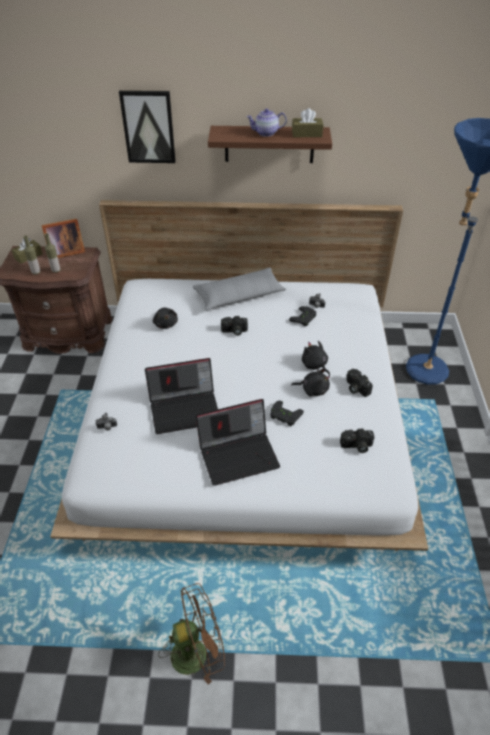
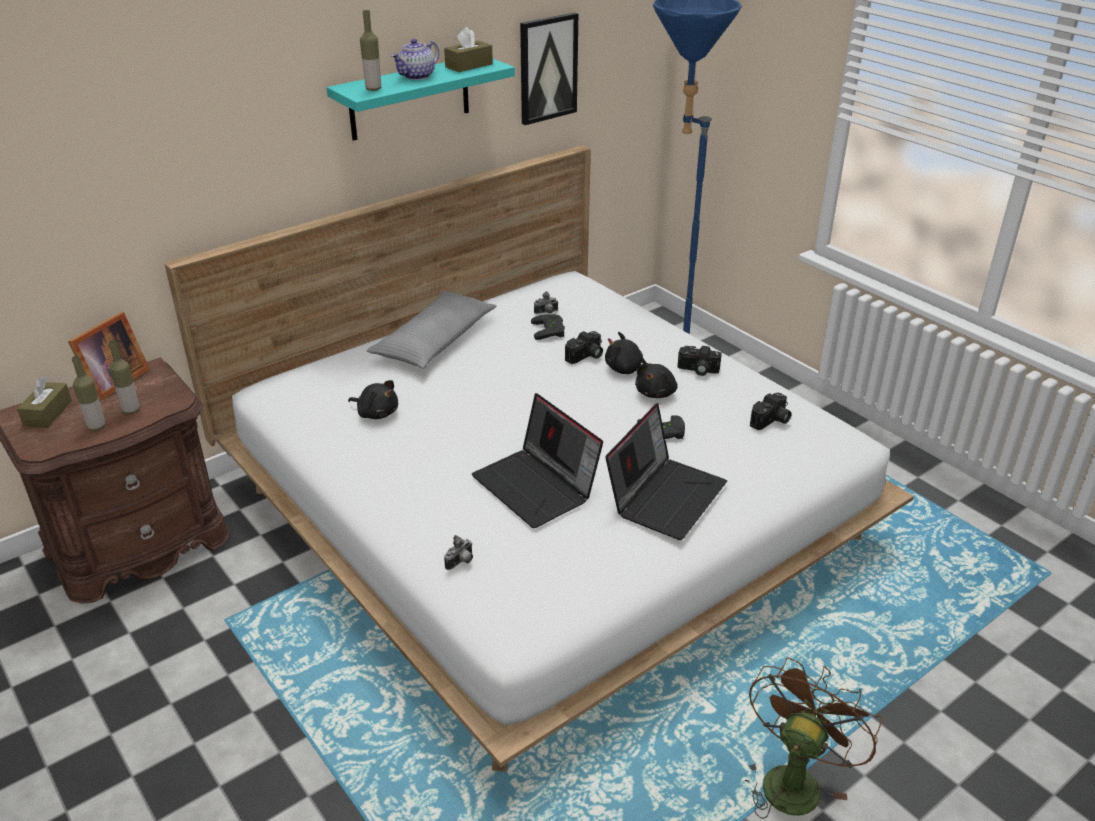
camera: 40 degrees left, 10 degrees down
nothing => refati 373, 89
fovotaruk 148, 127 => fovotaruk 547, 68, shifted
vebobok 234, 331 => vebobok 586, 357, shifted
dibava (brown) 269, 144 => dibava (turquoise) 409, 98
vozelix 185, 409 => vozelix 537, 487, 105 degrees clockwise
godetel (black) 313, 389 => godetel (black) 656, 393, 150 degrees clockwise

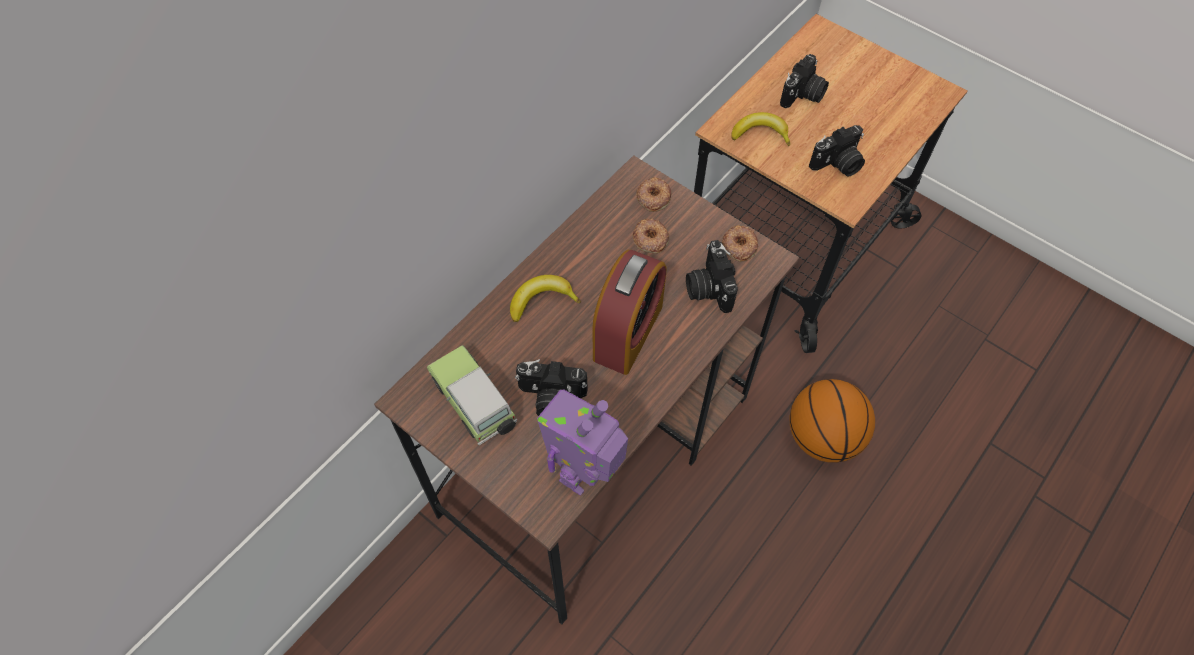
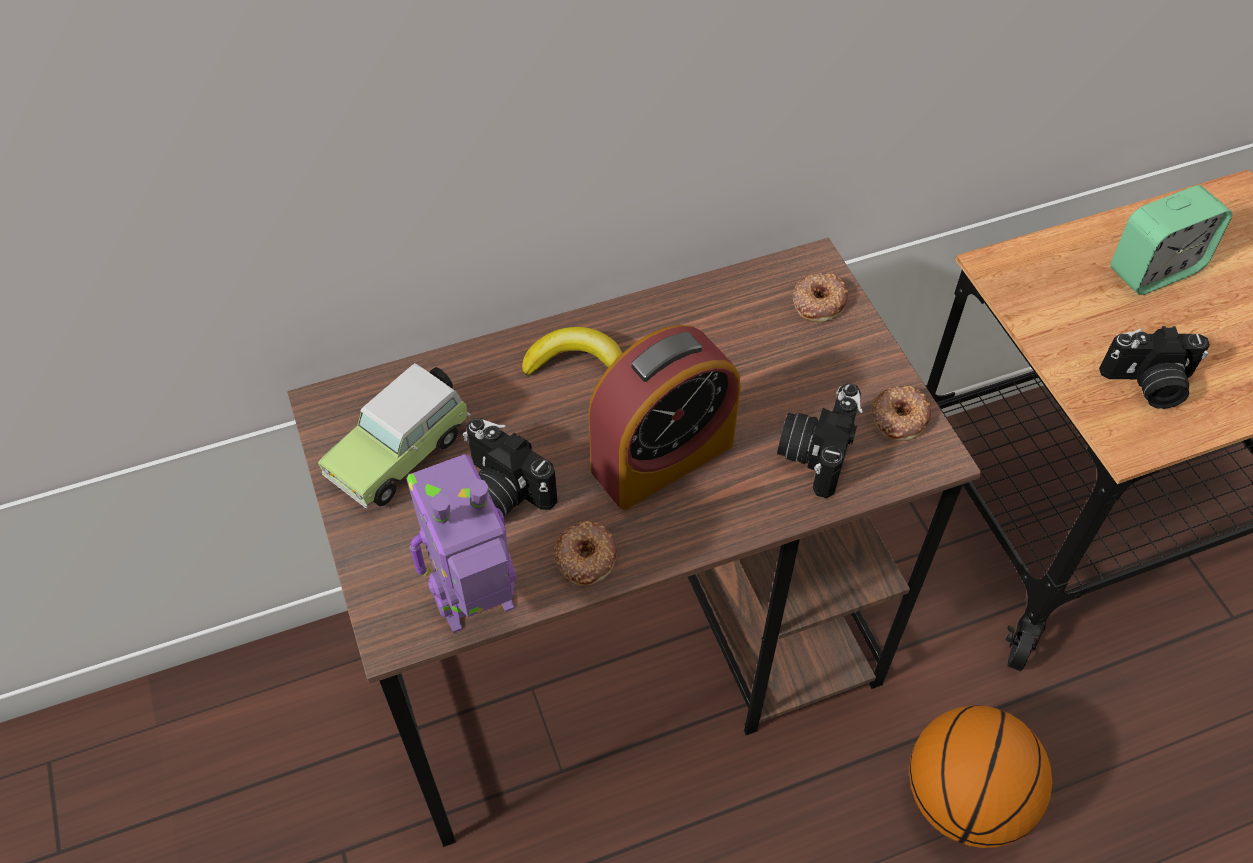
camera: 30 degrees right, 5 degrees down
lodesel 760, 133 => nothing
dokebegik 650, 239 => dokebegik 585, 557, shifted
vebobok 803, 95 => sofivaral 1154, 270
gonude 475, 405 => gonude 403, 451, 135 degrees counterclockwise

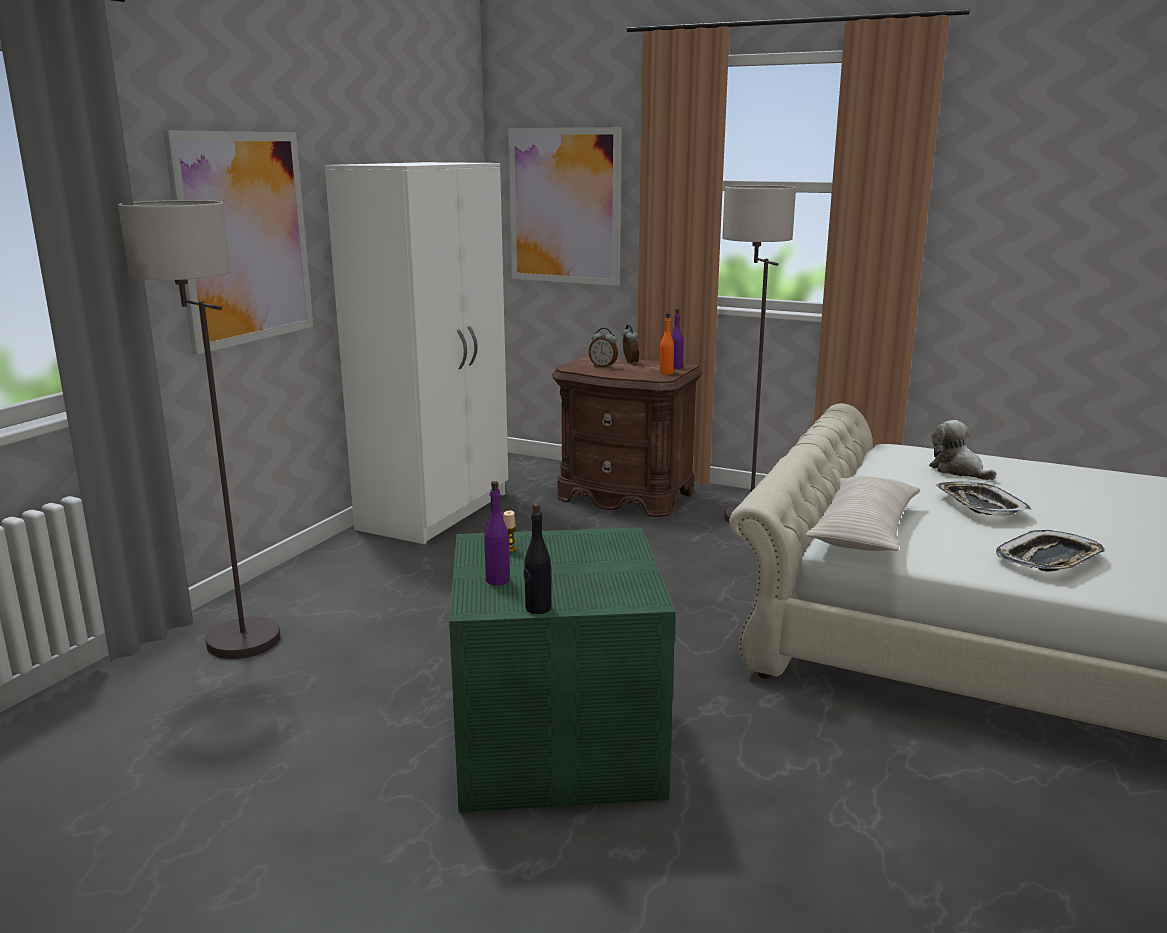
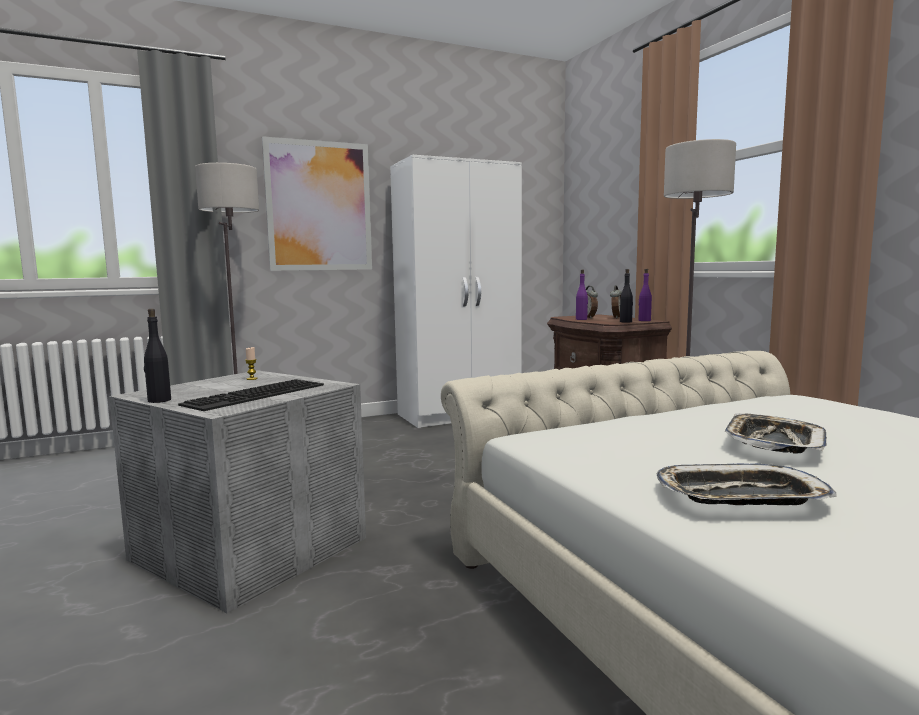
camera: 40 degrees right, 10 degrees down
fovotaruk 565, 206 => nothing
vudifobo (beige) 864, 530 => nothing
godetel 958, 470 => nothing
nothing => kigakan 256, 395
refati (purple) 498, 580 => refati (purple) 581, 319, shifted
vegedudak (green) 561, 745 => vegedudak (grey) 249, 550
refati (orange) 666, 372 => refati (black) 626, 321

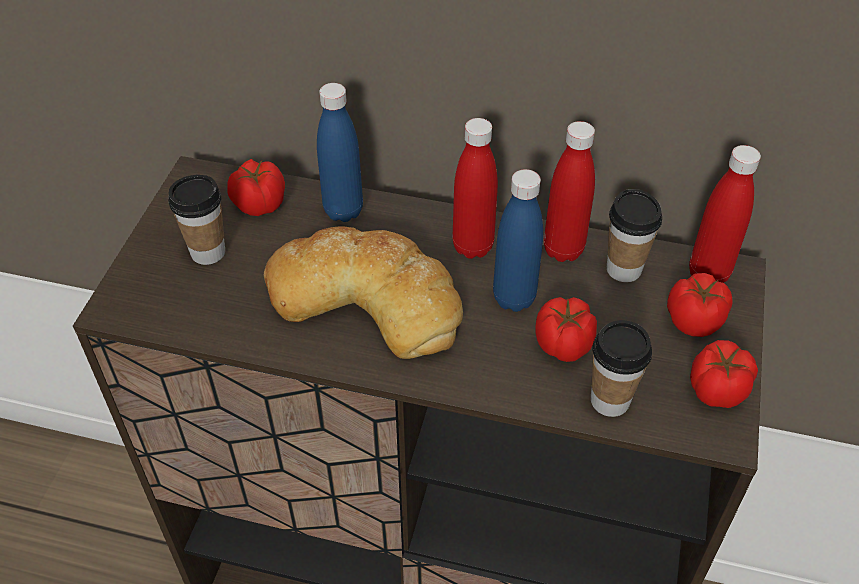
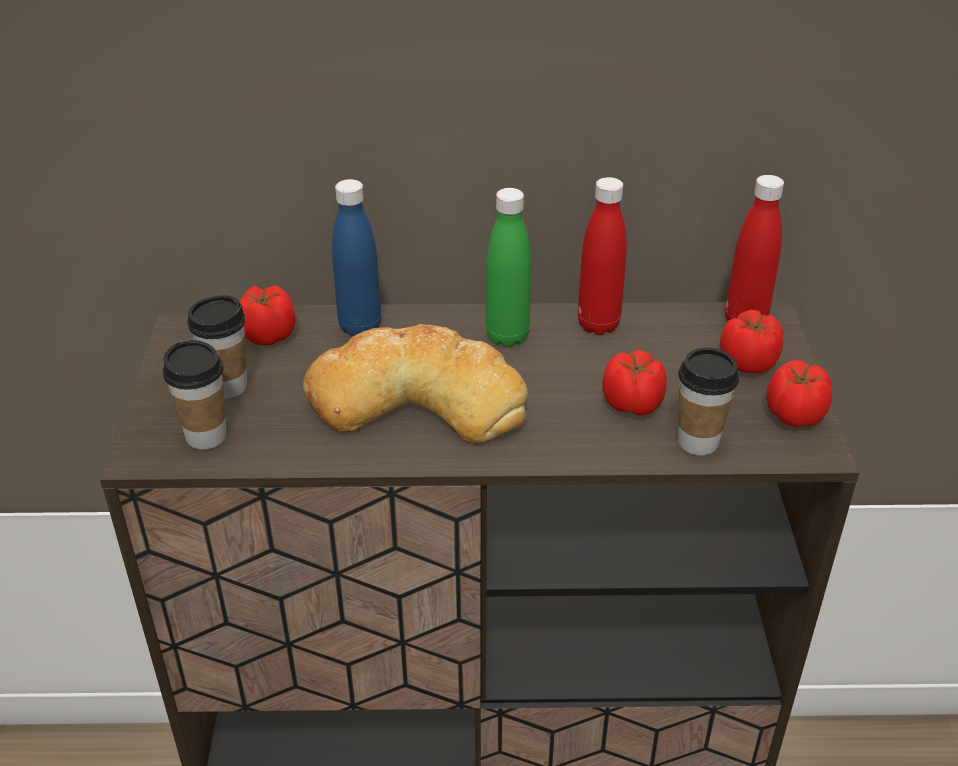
camera: 15 degrees left, 10 degrees down
refati (blue) 514, 298 => nothing
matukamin 623, 269 => matukamin 206, 436, shifted
refati (red) 473, 246 => refati (green) 507, 336

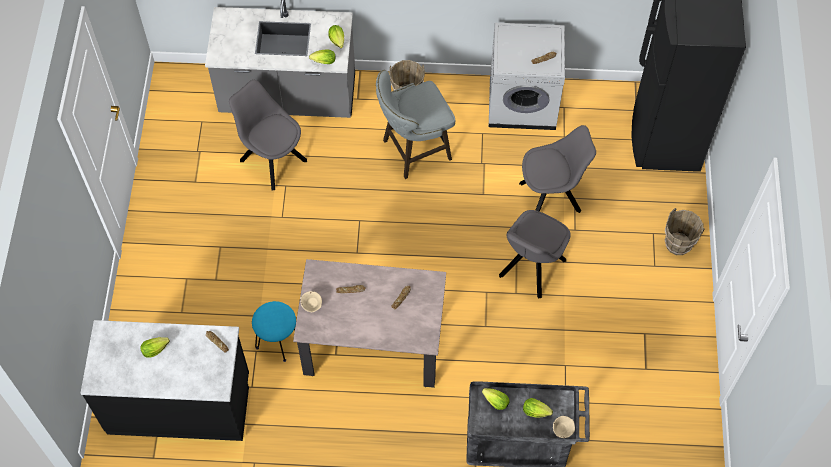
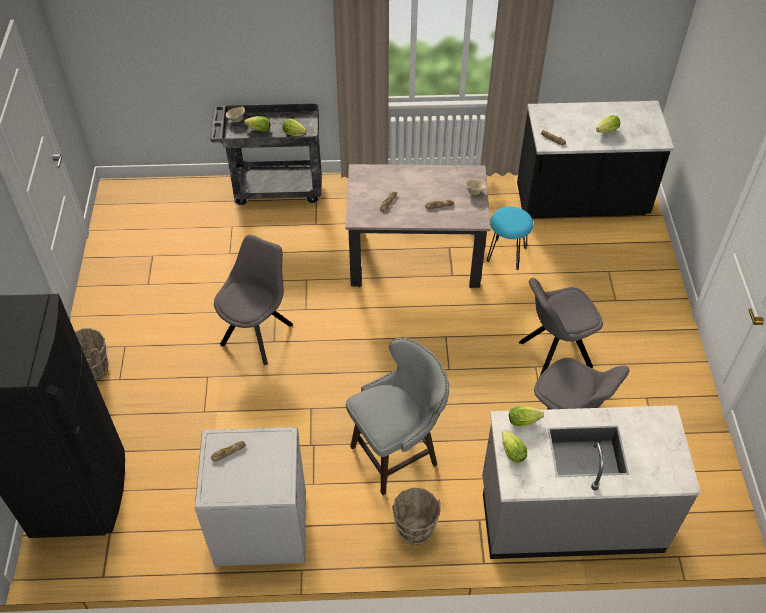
camera: 175 degrees right, 10 degrees down
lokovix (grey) 550, 197 => lokovix (grey) 554, 354, shifted

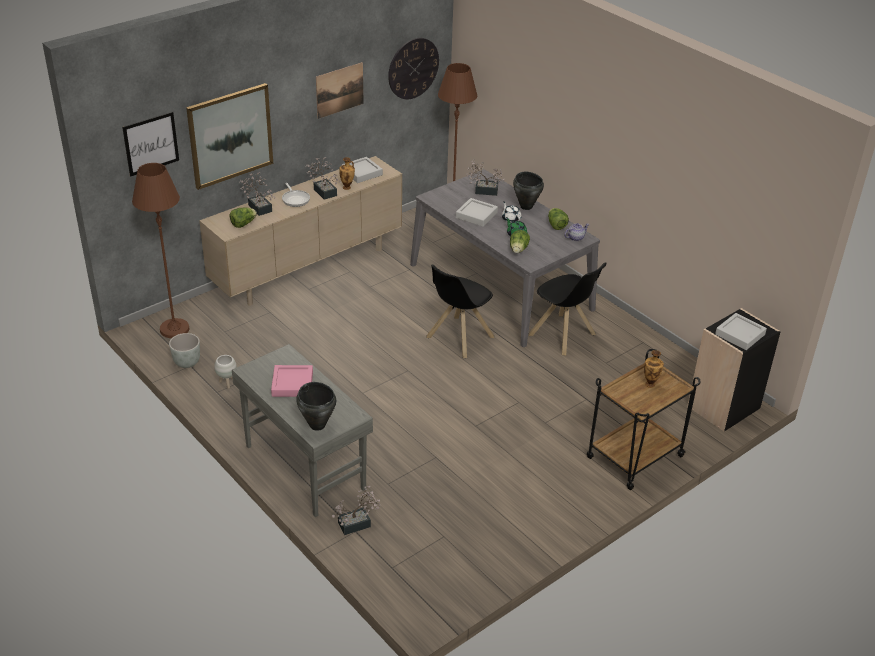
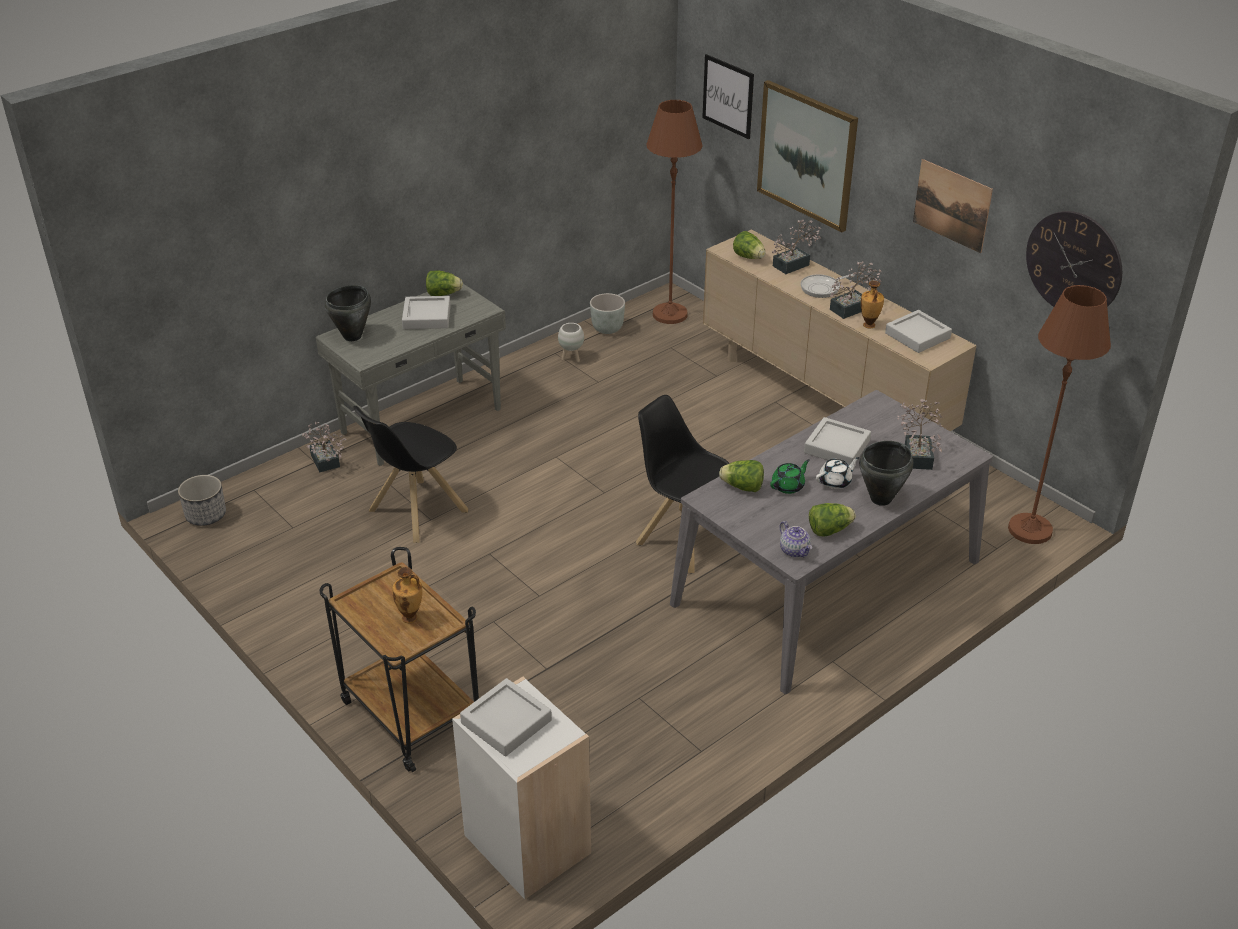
camera: 90 degrees right, 0 degrees up
nothing => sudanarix 205, 515
nothing => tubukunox 443, 294
lokovix (black) 563, 335 => lokovix (black) 416, 512, shifted
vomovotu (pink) 292, 384 => vomovotu (grey) 426, 317
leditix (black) 723, 408 => leditix (white) 525, 844

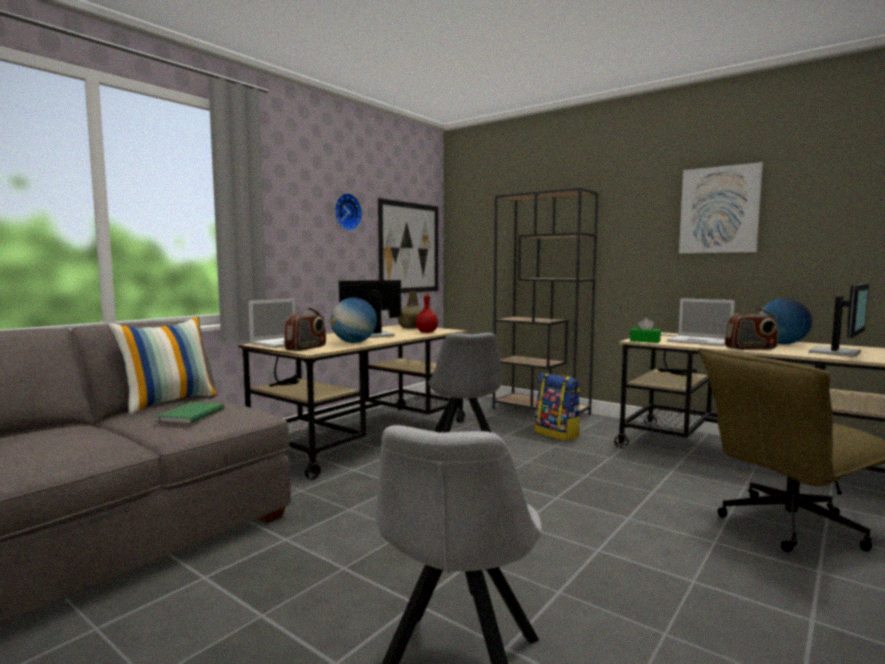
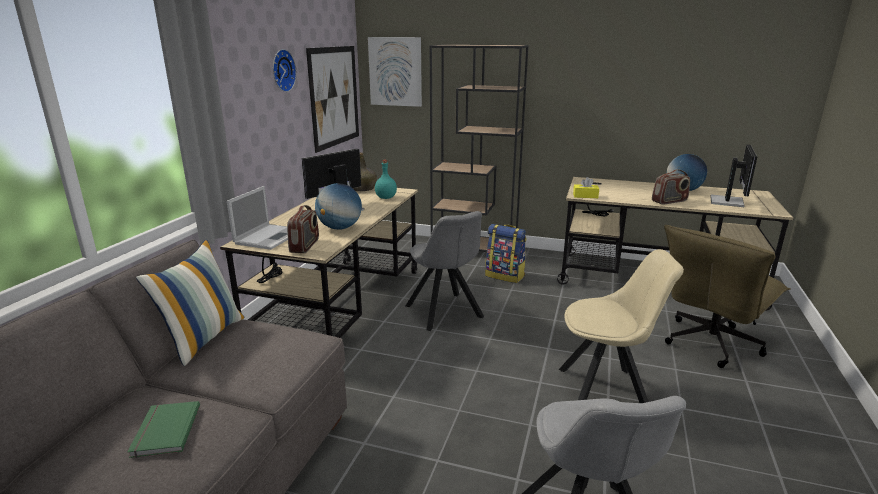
camera: 20 degrees left, 15 degrees up
vozelix 701, 341 => nothing
nothing => lokovix (beige) 606, 391
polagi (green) 188, 415 => polagi (green) 164, 431, shifted
fovotaruk 719, 210 => fovotaruk 395, 71, shifted
refati (red) 426, 332 => refati (turquoise) 385, 198
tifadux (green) 645, 341 => tifadux (yellow) 585, 196

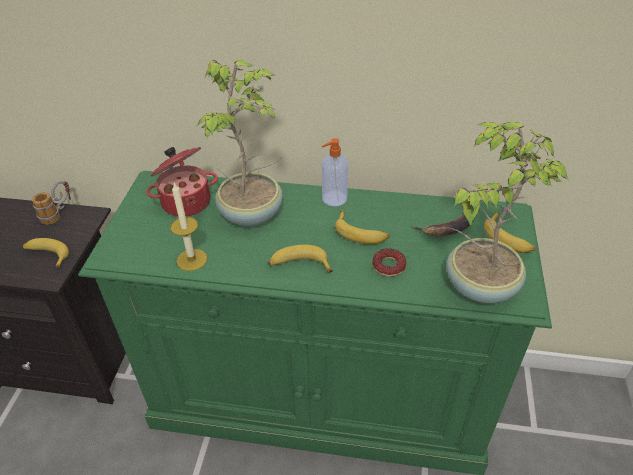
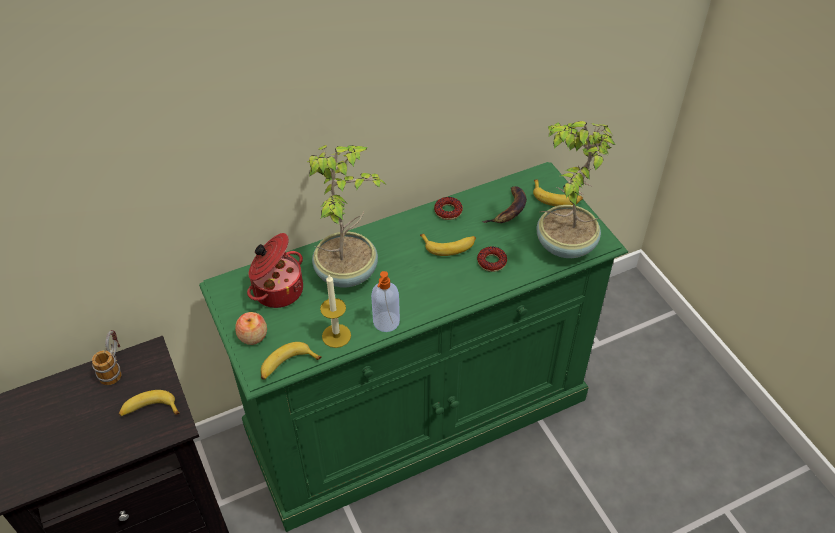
camera: 35 degrees left, 5 degrees up
nothing => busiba 253, 336
nothing => dokebegik 448, 211
lodesel 299, 264 => lodesel 287, 365, shifted
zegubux 333, 199 => zegubux 386, 322, shifted

